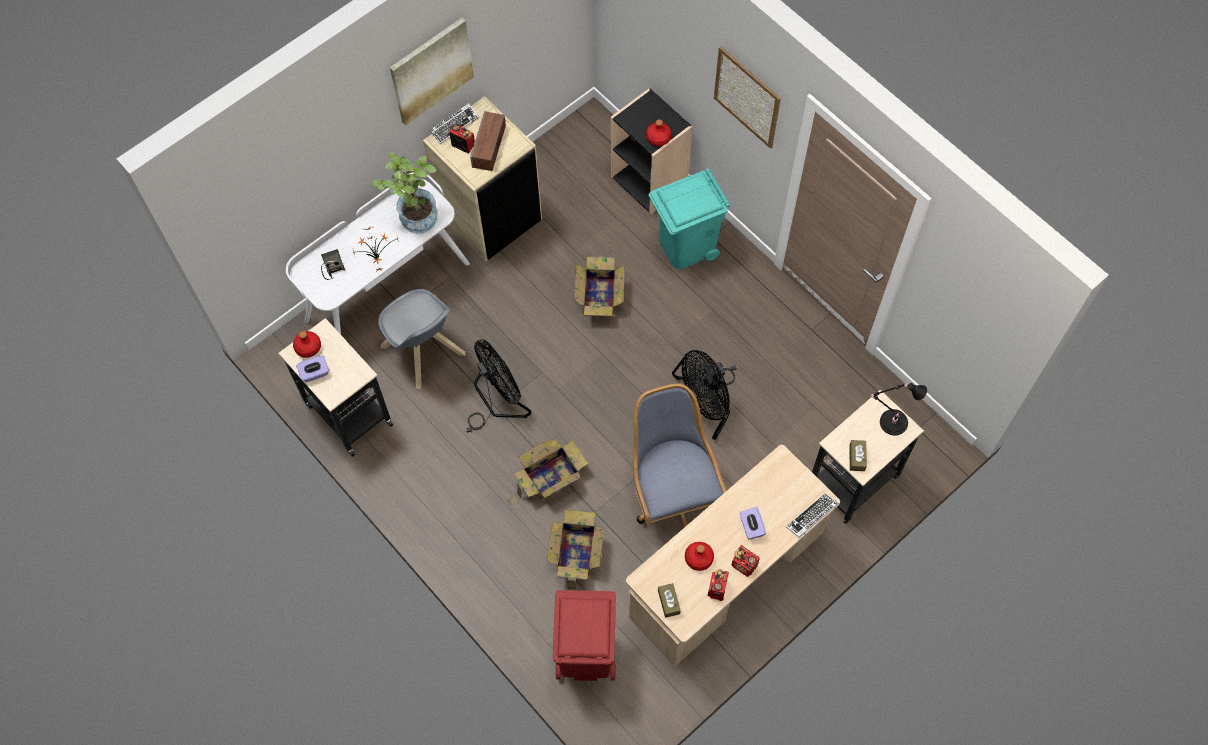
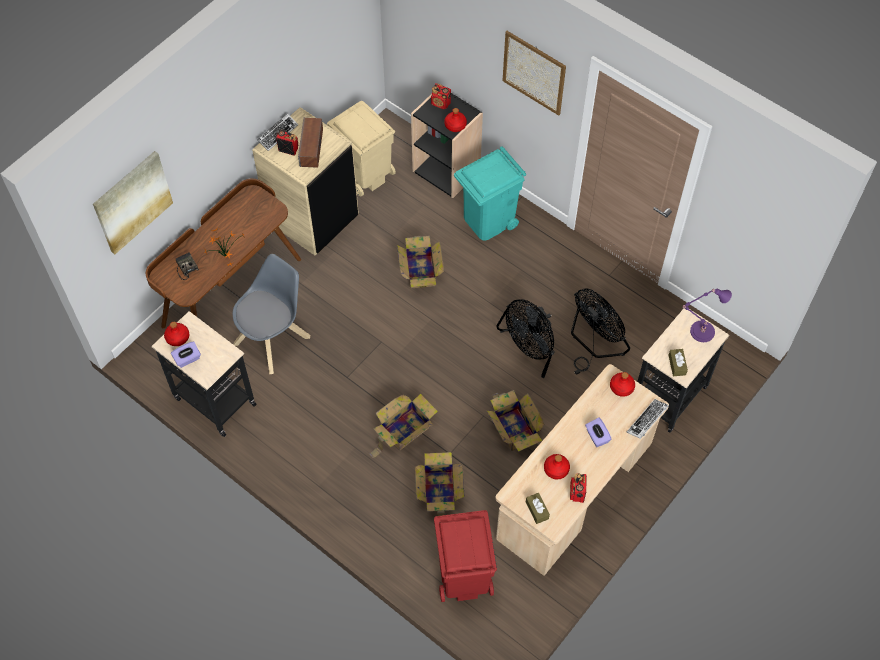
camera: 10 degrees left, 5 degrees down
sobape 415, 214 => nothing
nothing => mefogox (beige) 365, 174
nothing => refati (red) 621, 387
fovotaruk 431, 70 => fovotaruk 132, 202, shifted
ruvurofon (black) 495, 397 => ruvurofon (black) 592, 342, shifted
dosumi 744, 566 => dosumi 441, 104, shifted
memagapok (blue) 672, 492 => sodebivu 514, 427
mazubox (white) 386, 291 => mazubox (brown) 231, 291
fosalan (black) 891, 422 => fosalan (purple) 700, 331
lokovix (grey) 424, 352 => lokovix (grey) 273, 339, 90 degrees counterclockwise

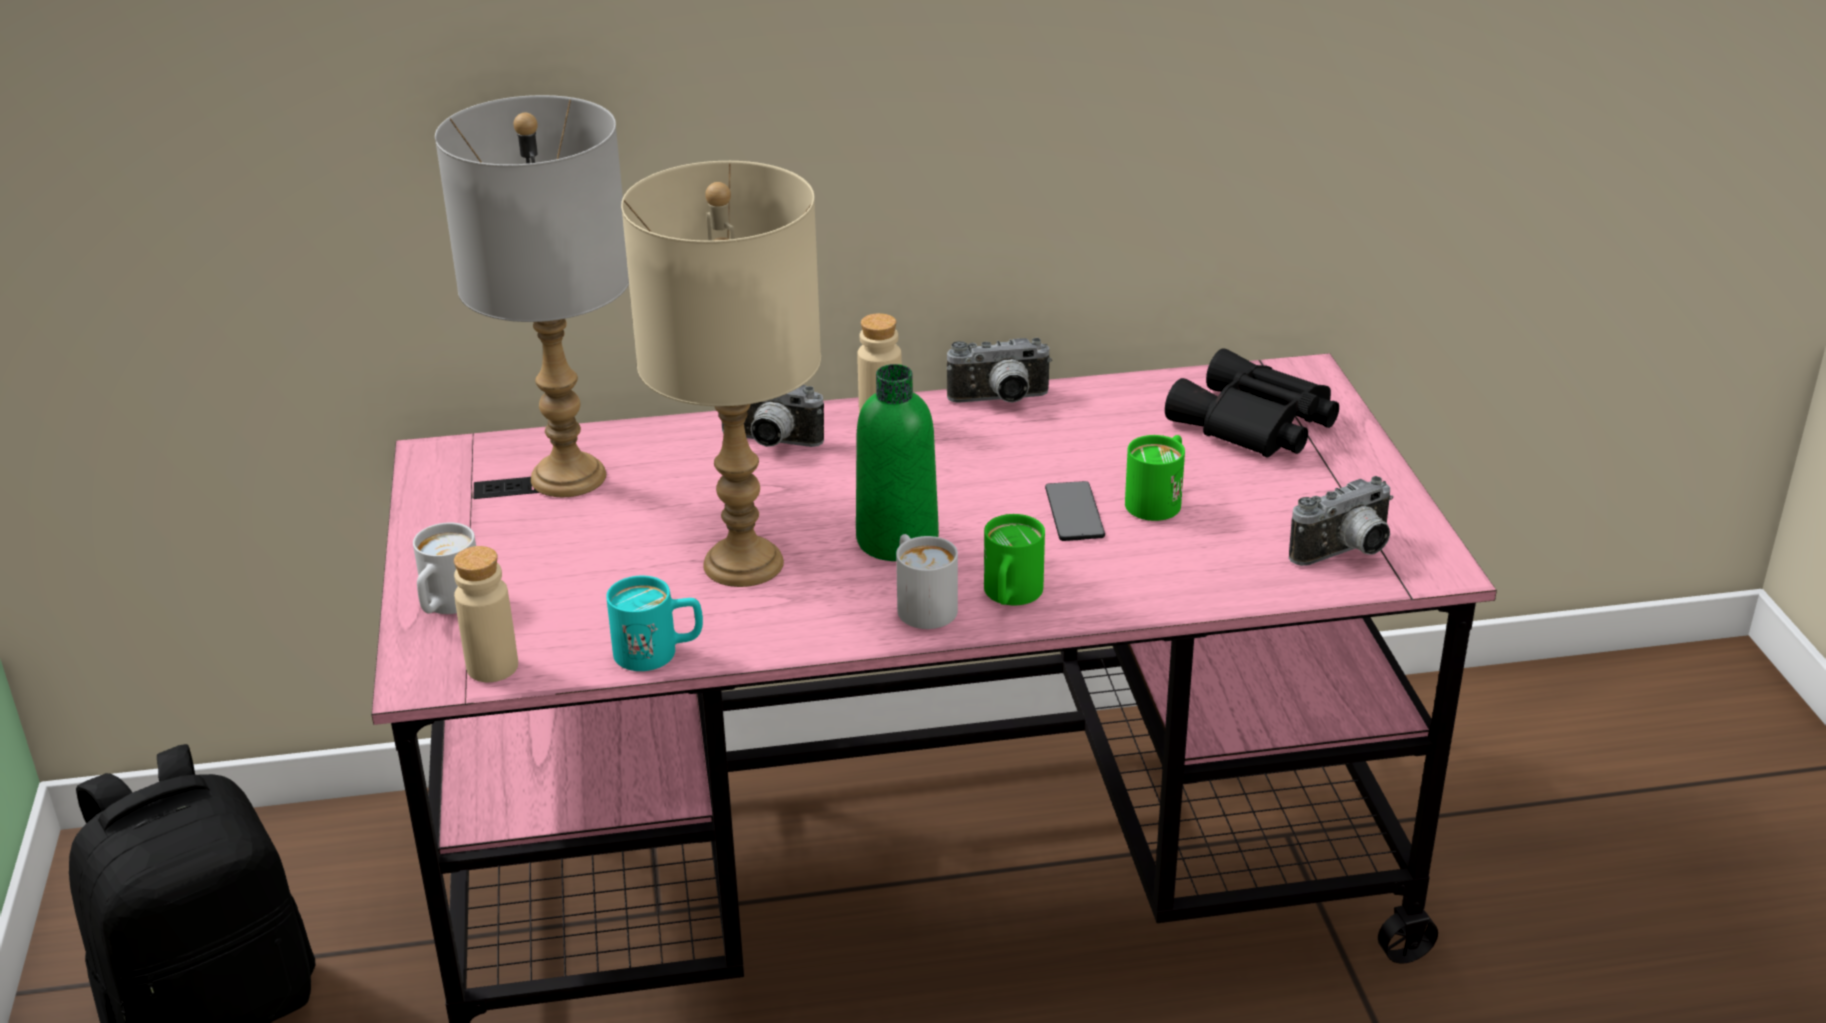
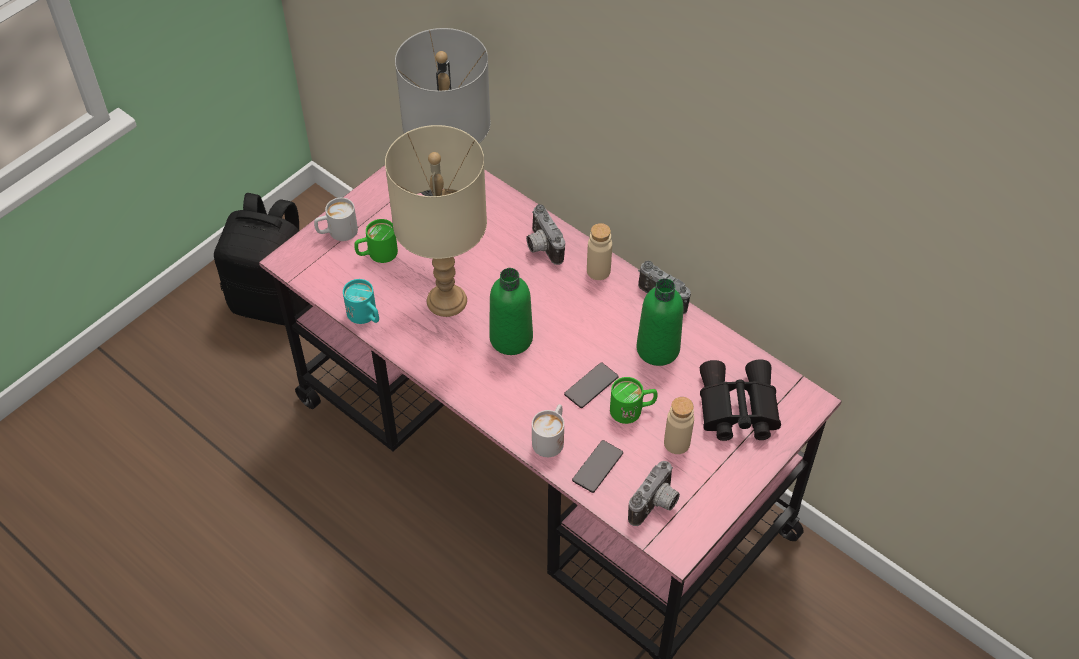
camera: 50 degrees right, 20 degrees up
nothing => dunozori 597, 467
nothing => refati (green) 658, 349
refati (beige) 492, 667 => refati (beige) 676, 443, shifted
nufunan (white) 921, 604 => nufunan (white) 551, 438, shifted
nufunan (green) 1010, 596 => nufunan (green) 377, 254, shifted
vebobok 1346, 553 => vebobok 656, 505, 75 degrees counterclockwise

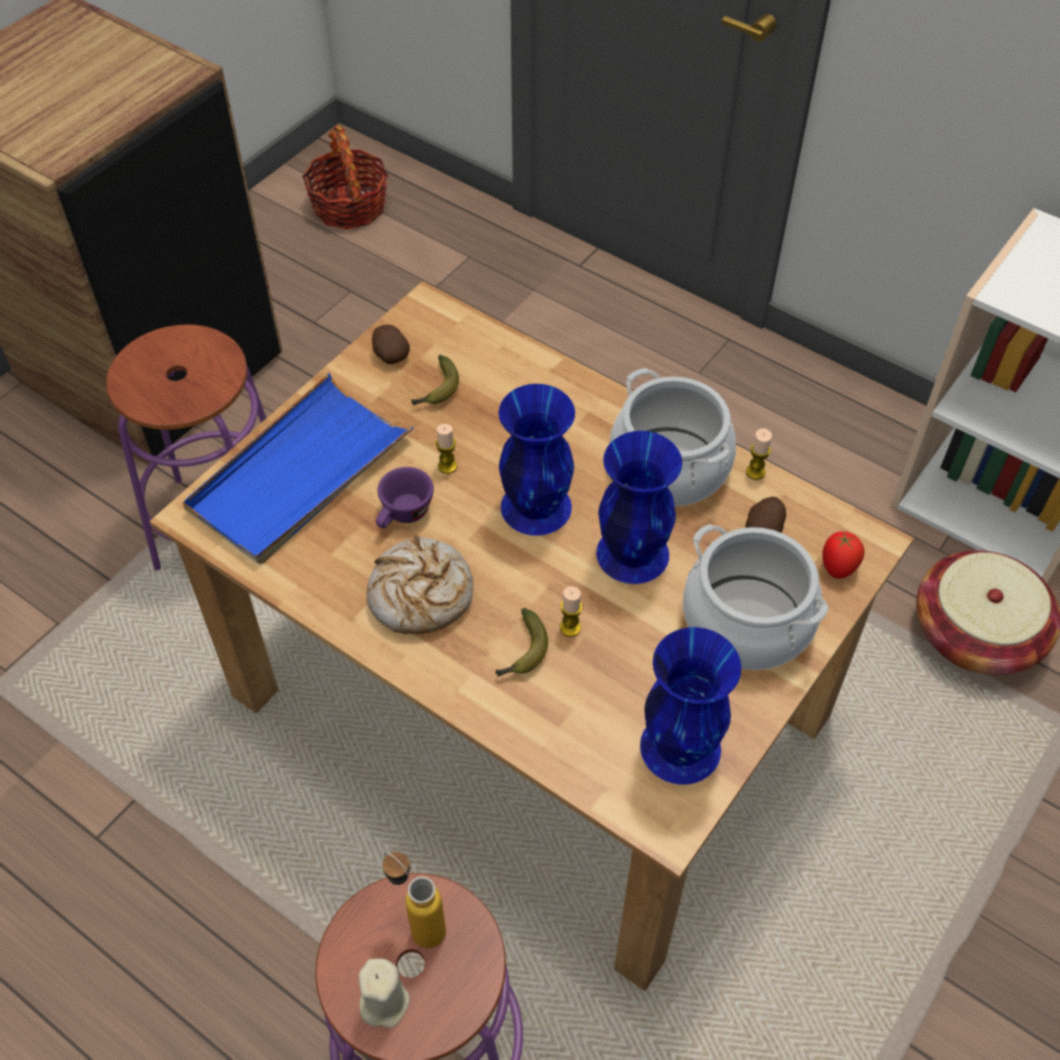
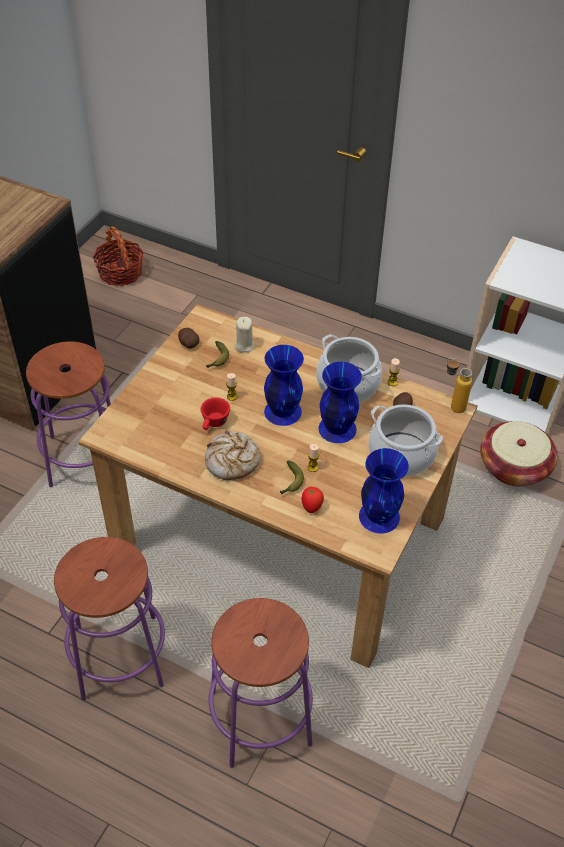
camera: 10 degrees left, 5 degrees down
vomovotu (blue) 299, 474 => nothing
nothing => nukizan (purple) 119, 657
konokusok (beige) 384, 1002 => konokusok (beige) 244, 345, shifted
refati 418, 923 => refati 452, 405, shifted
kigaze 838, 568 => kigaze 312, 507, shifted
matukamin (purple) 403, 515 => matukamin (red) 214, 423

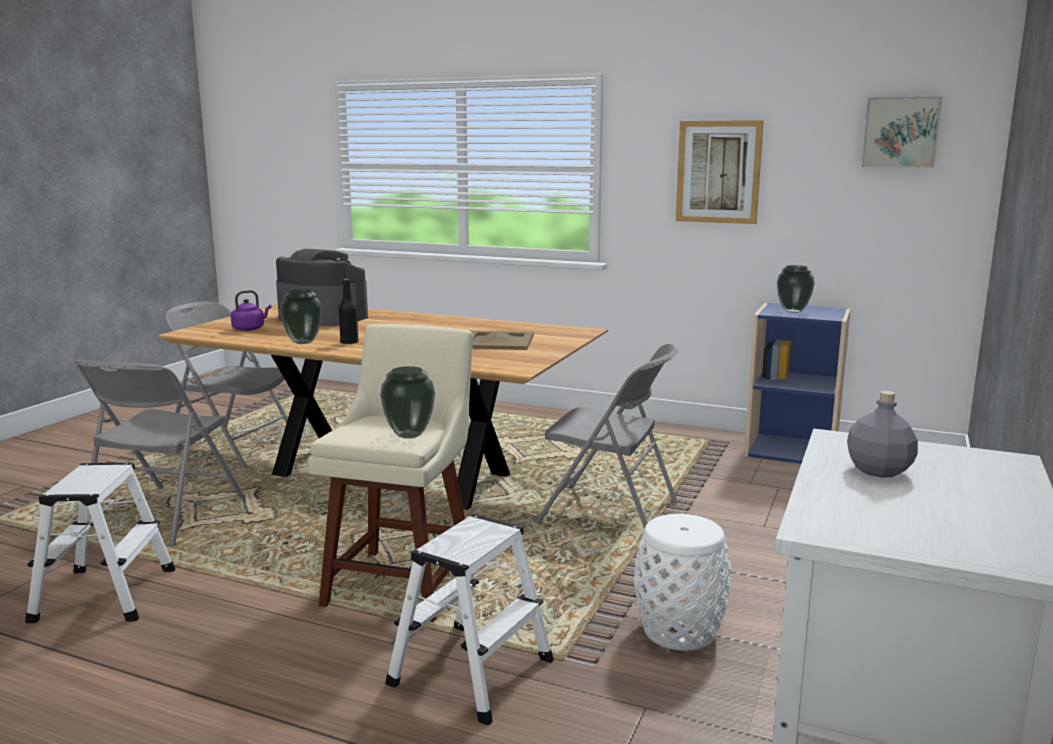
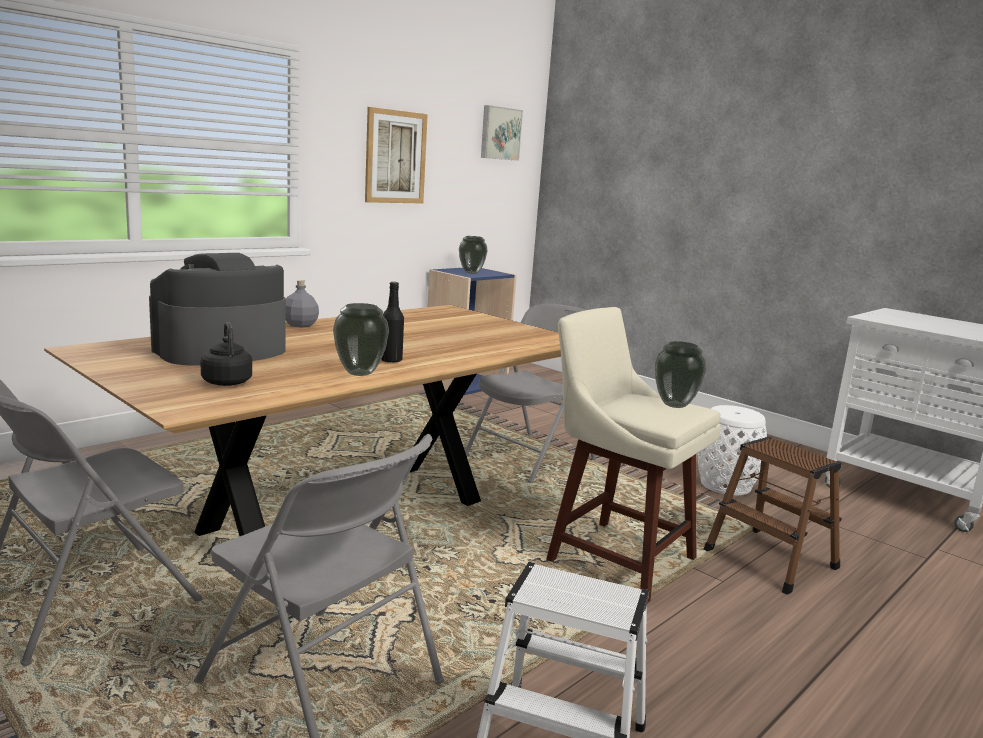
camera: 70 degrees left, 0 degrees up
vomovotu (beige) 498, 341 => nothing
refati (grey) 878, 470 => refati (grey) 300, 325, shifted
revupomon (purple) 250, 329 => revupomon (black) 226, 381
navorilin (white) 470, 672 => navorilin (brown) 771, 559

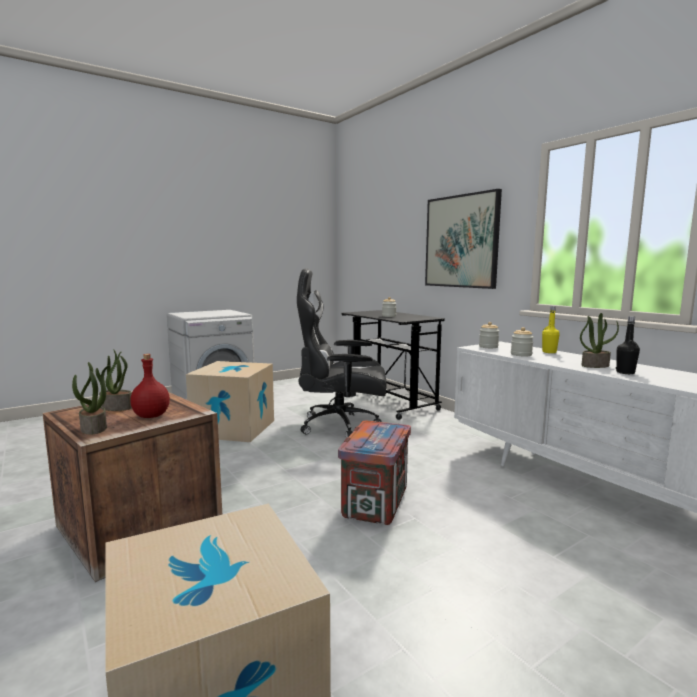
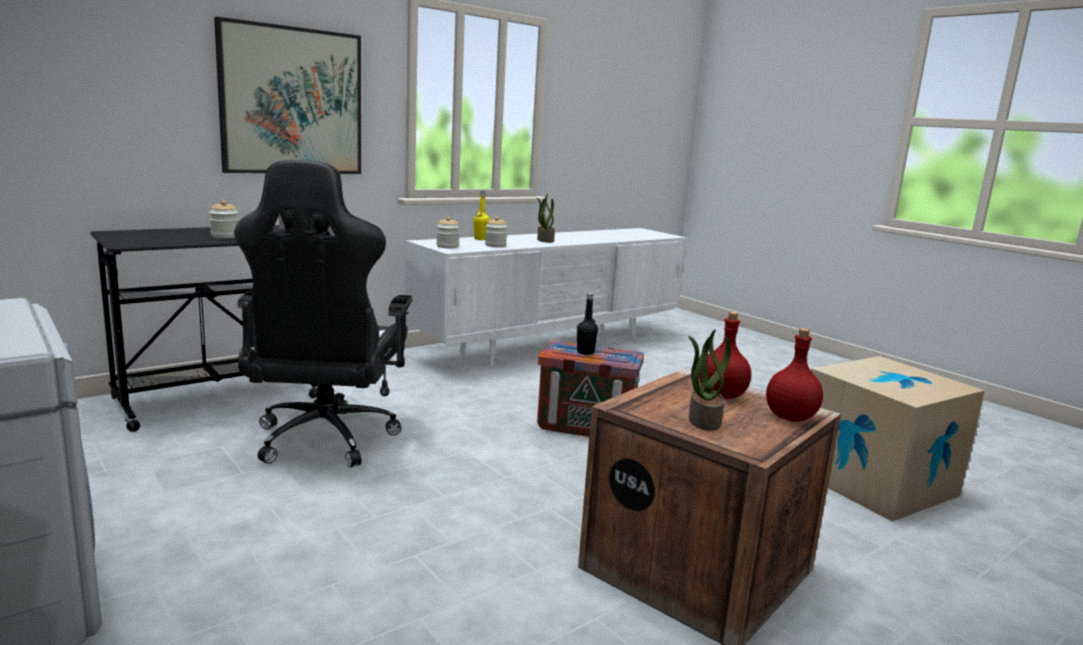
camera: 95 degrees left, 5 degrees up
sodebivu 234, 428 => nothing
refati (black) 625, 372 => refati (black) 585, 352, shifted
sobape 94, 428 => refati (red) 789, 417

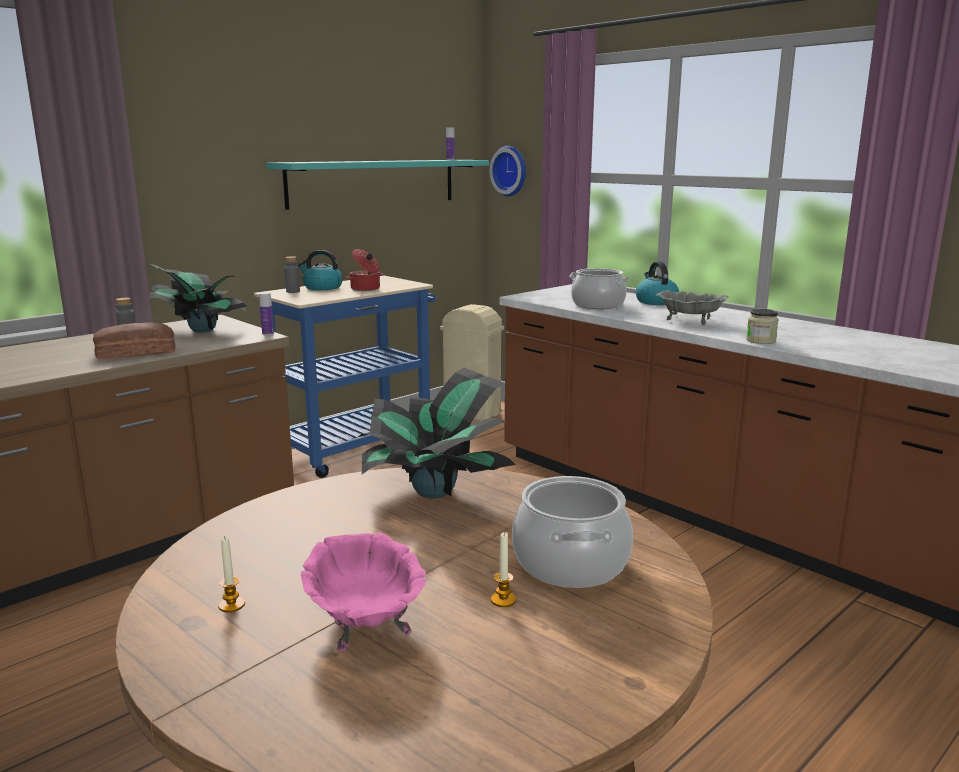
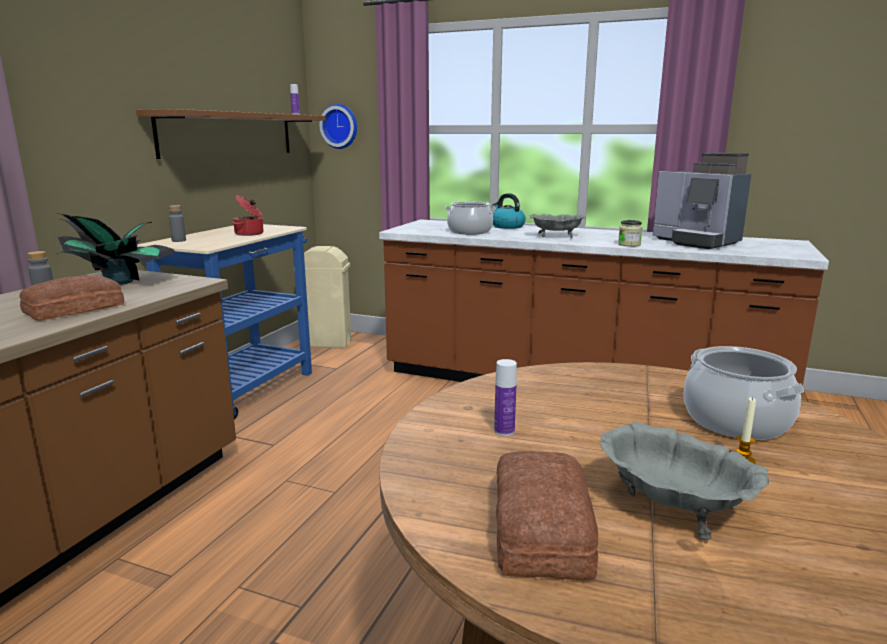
camera: 25 degrees left, 0 degrees up
revupomon 322, 287 => nothing
sobape 435, 492 => nothing
nothing => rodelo 696, 242
refati 268, 334 => refati 504, 431, shifted
konokusok 231, 605 => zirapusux 538, 529
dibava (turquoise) 373, 182 => dibava (brown) 229, 134
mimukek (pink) 363, 620 => mimukek (grey) 672, 508

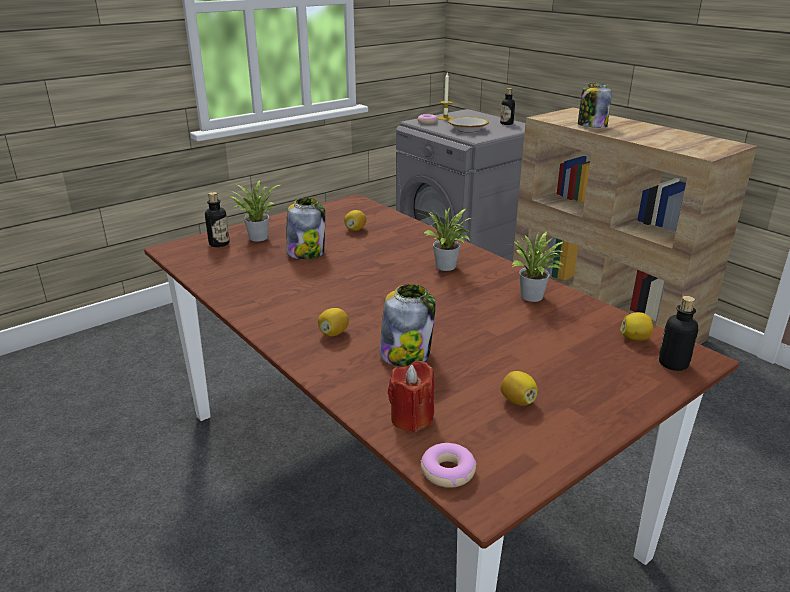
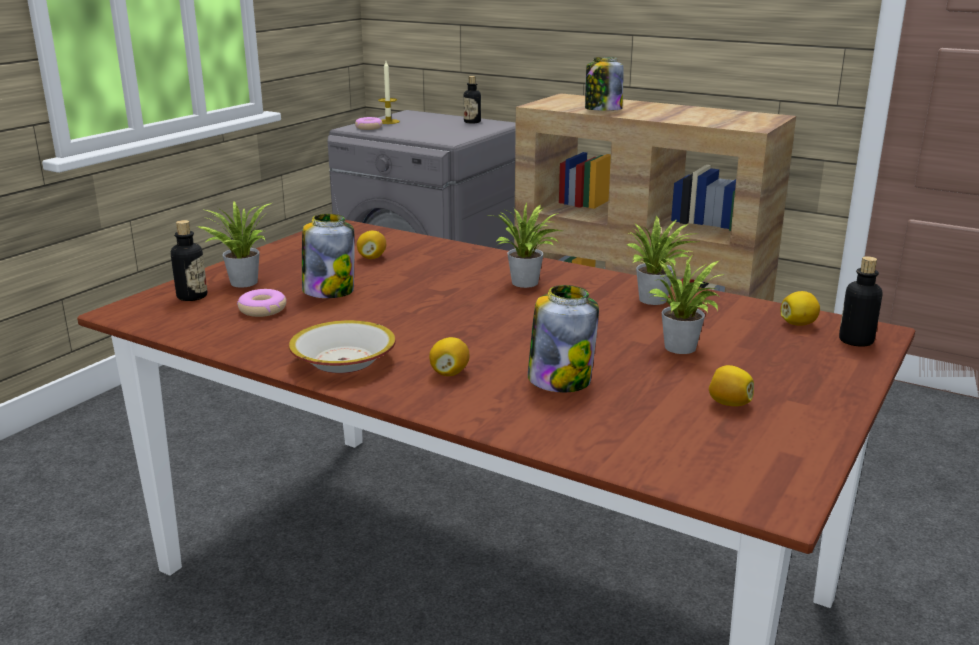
camera: 20 degrees left, 5 degrees down
konokusok (red) 412, 418 => nothing
nothing => sobape 680, 349
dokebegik 448, 471 => dokebegik 263, 310, shifted
mimukek 467, 129 => mimukek 343, 361, shifted

